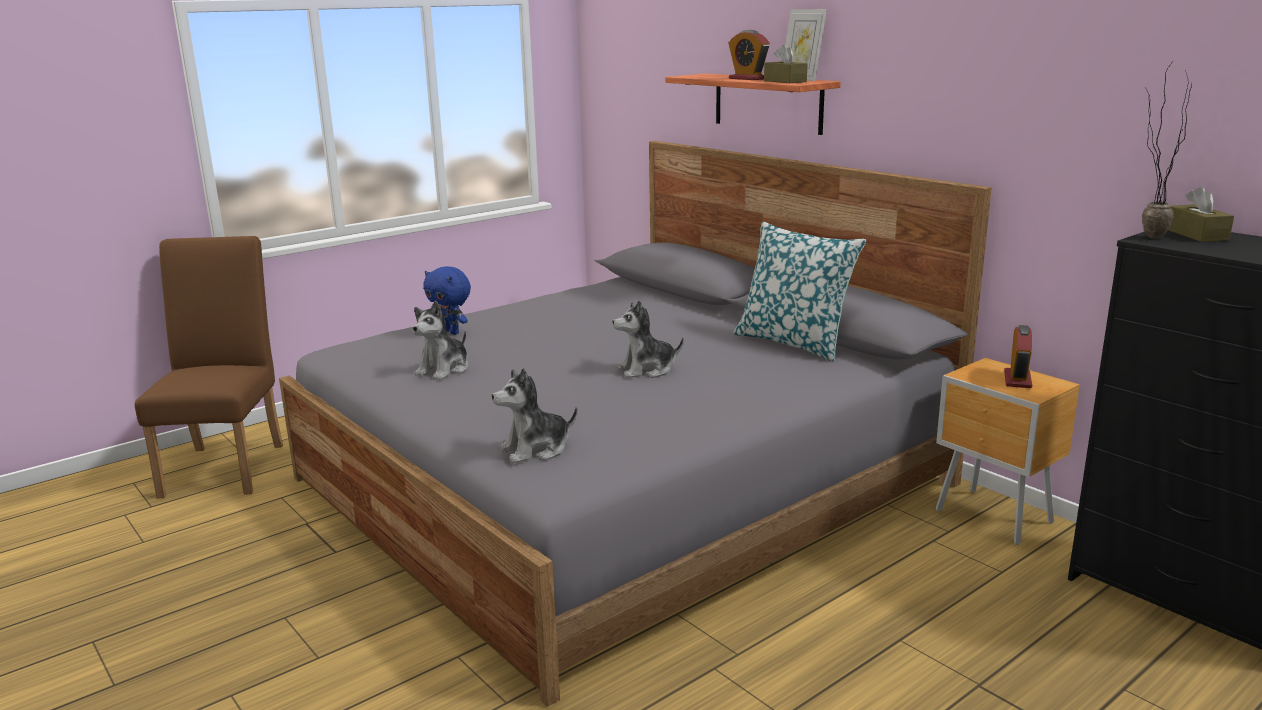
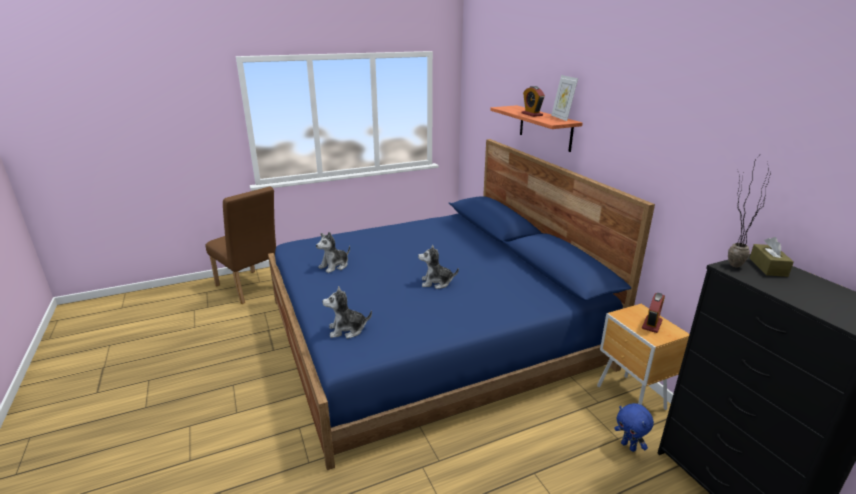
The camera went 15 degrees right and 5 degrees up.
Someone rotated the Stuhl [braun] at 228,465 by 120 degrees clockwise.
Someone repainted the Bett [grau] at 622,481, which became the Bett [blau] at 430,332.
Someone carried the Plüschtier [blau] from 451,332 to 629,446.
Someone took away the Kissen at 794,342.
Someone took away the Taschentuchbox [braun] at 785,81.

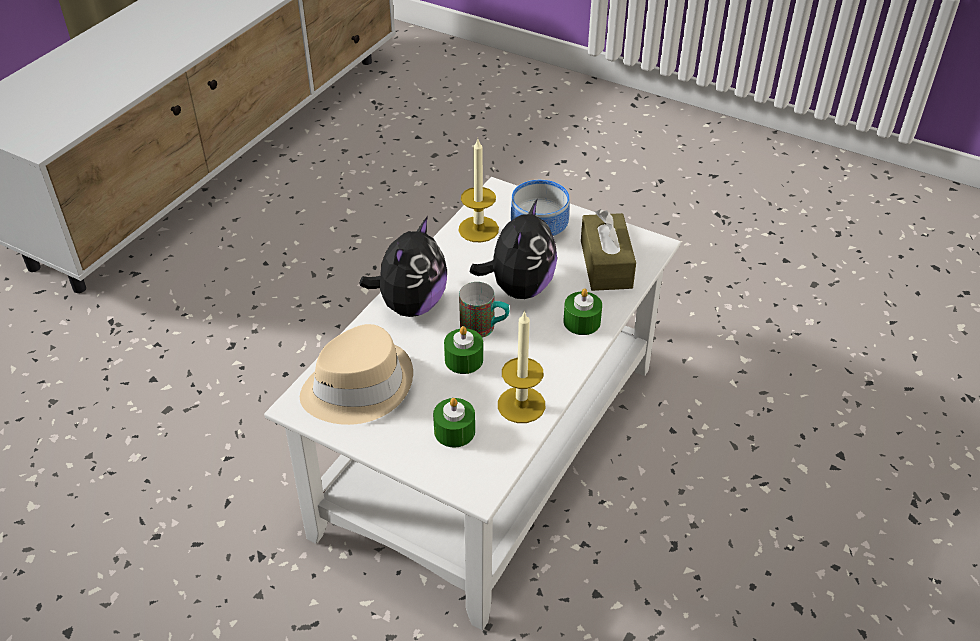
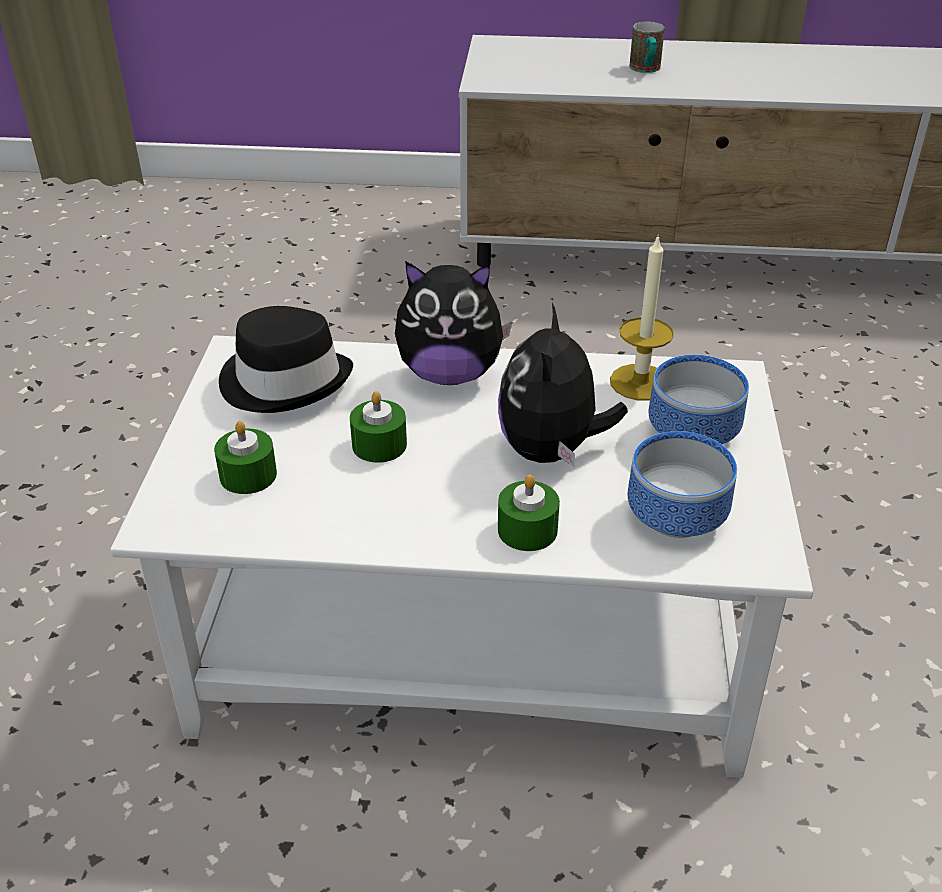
The camera went 65 degrees right and 5 degrees down.
Someone repainted the Hut [beige] at 358,387, which became the Hut [schwarz] at 285,380.
Someone rotated the Plüschtier at 519,288 by 105 degrees clockwise.
Someone swapped the Taschentuchbox [braun] at 606,264 for the Schüssel at 675,520.
Someone carried the Henkelbecher from 484,328 to 646,70.
Someone took away the Kerze at 521,405.

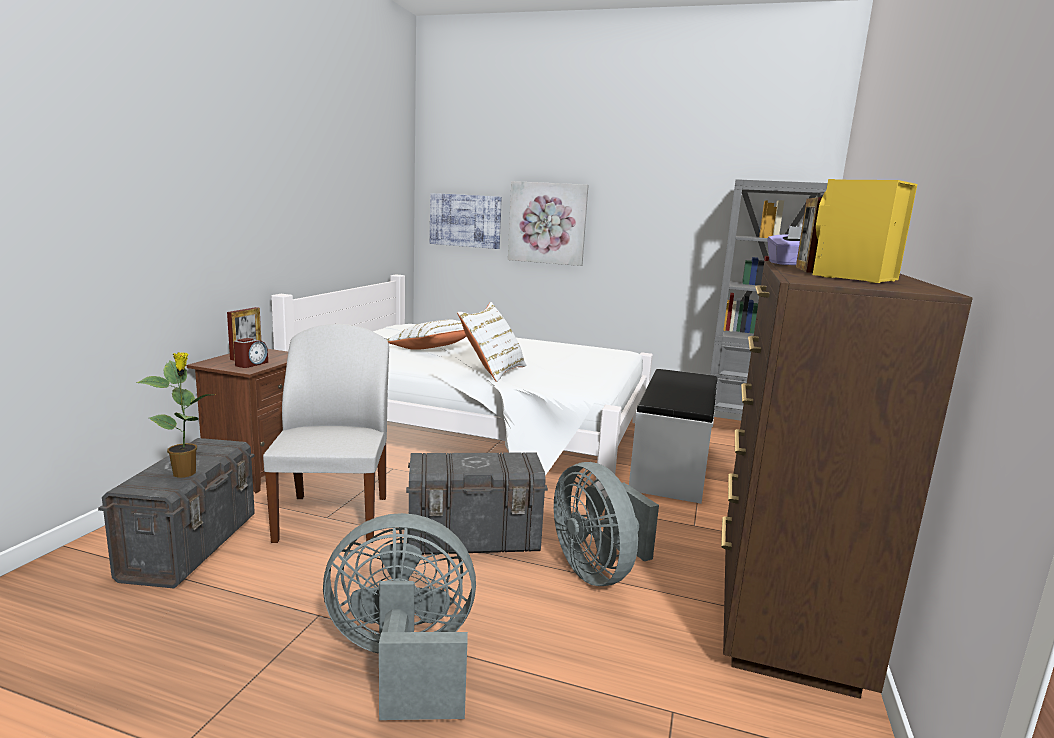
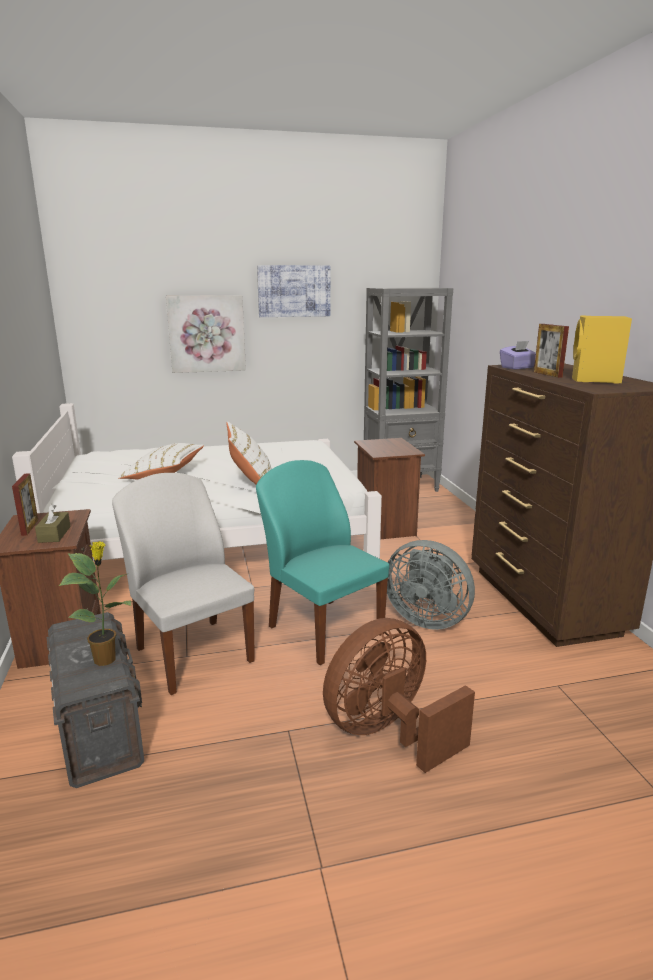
The camera went 30 degrees left and 5 degrees up.
Someone swapped the Wecker at 251,364 for the Taschentuchbox [braun] at 54,534.
Someone swapped the Aufbewahrungsbox [grau] at 474,540 for the Stuhl [türkis] at 323,629.
Someone carried the Bild from 465,220 to 294,291.
Someone repainted the Ventilator [grau] at 403,663, which became the Ventilator [braun] at 388,733.
Someone swapped the Bank [weiß] at 670,467 for the Nachttisch [braun] at 384,527.

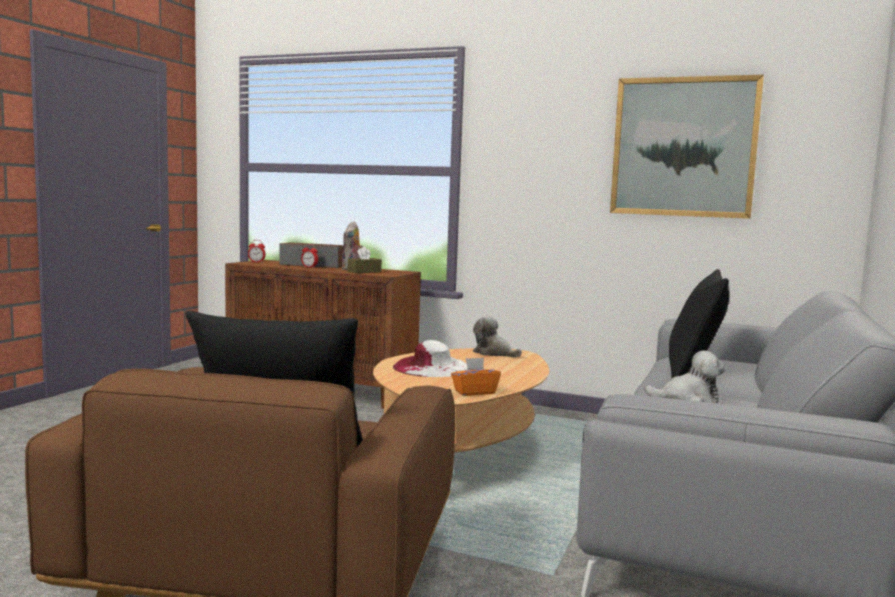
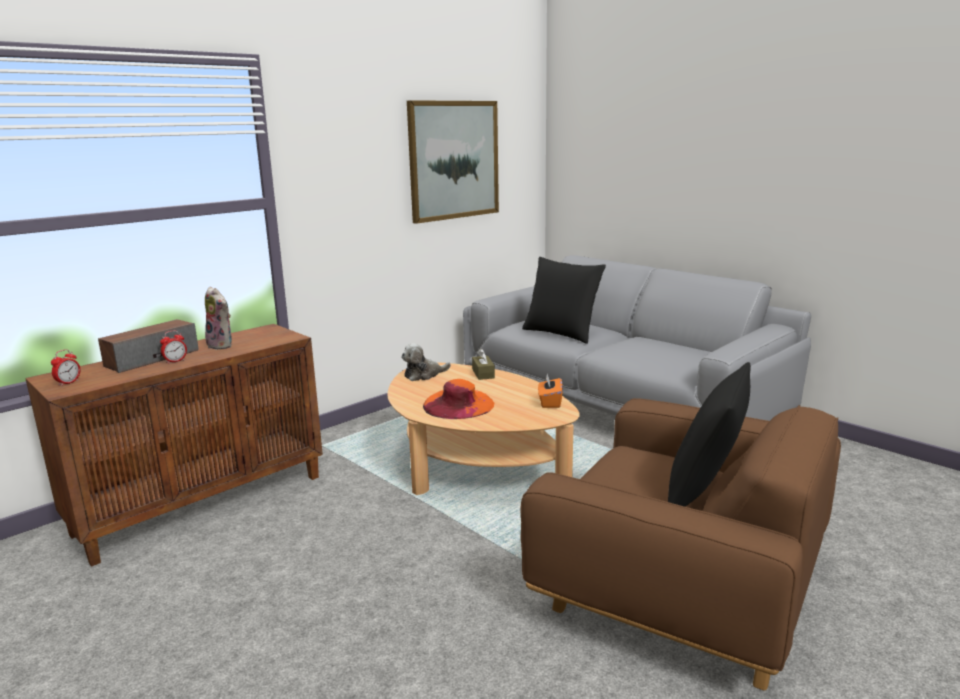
The camera went 65 degrees left and 10 degrees up.
Someone repainted the Hut [weiß] at 431,367, which became the Hut [orange] at 458,404.
Someone carried the Taschentuchbox [braun] from 364,272 to 483,374.
Someone took away the Plüschtier at 688,399.

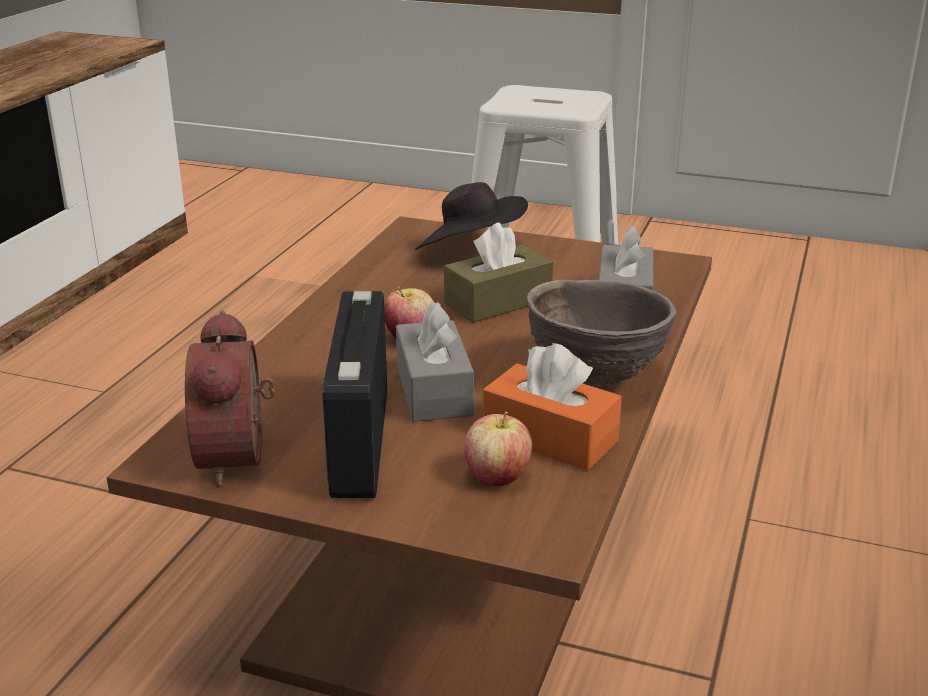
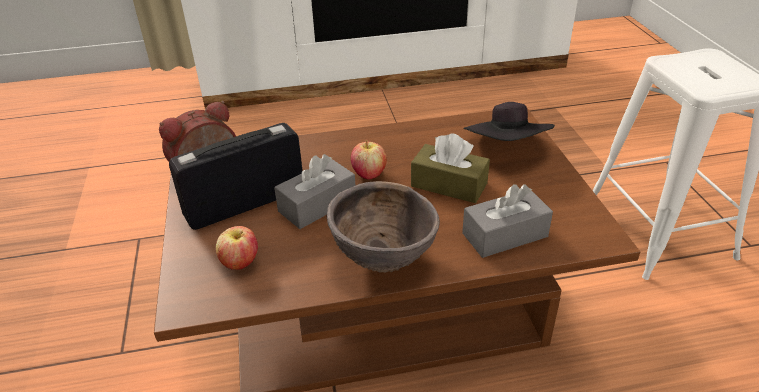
The camera went 60 degrees right and 10 degrees up.
Someone took away the Taschentuchbox [orange] at 550,437.

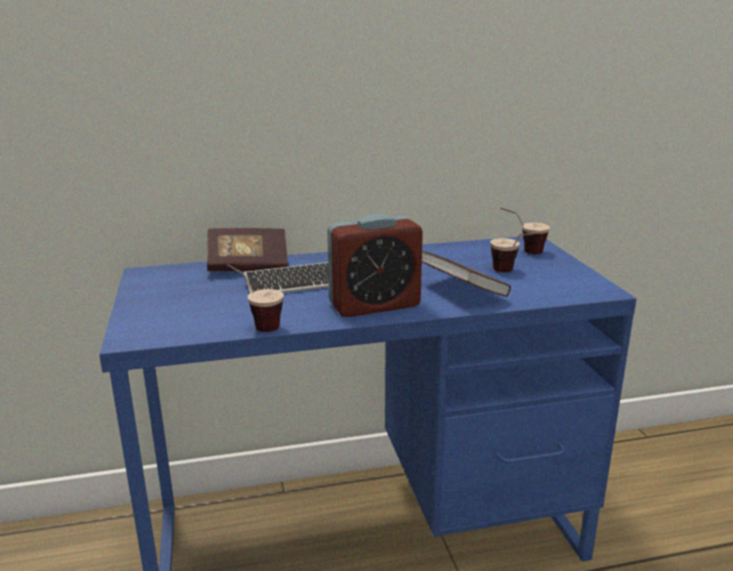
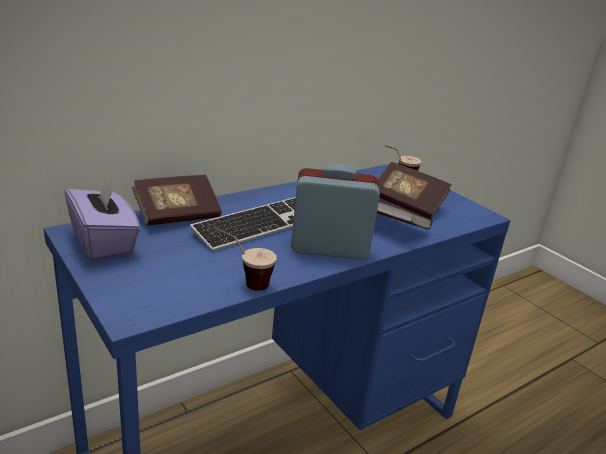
The camera went 25 degrees left and 5 degrees up.
Someone put down the Taschentuchbox [lila] at 104,243.
Someone rotated the Wecker at 374,305 by 135 degrees counterclockwise.
Someone swapped the Tasse at 510,273 for the Buch at 407,204.

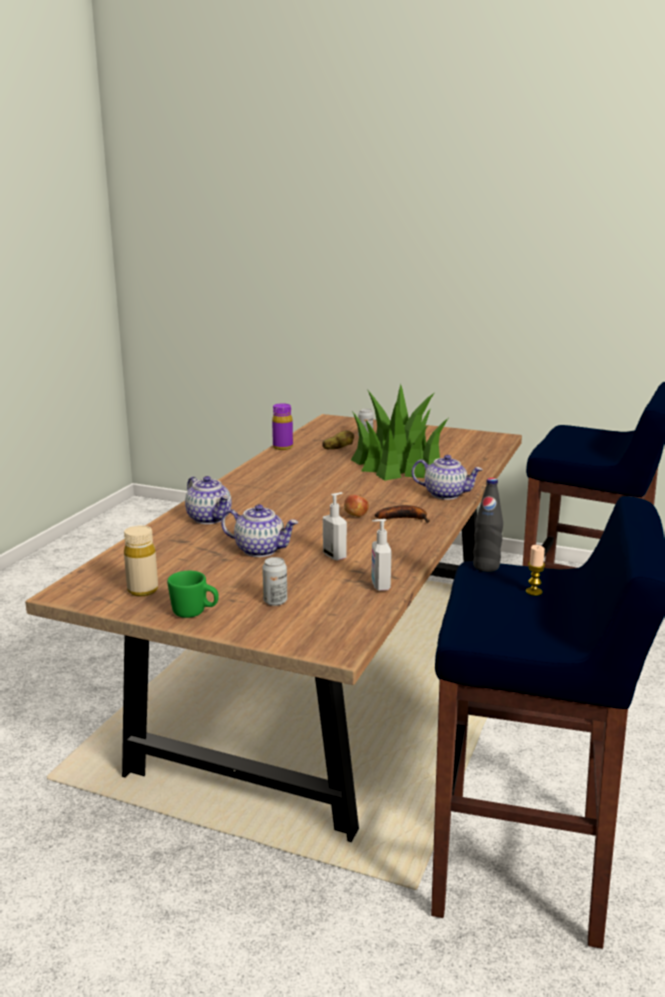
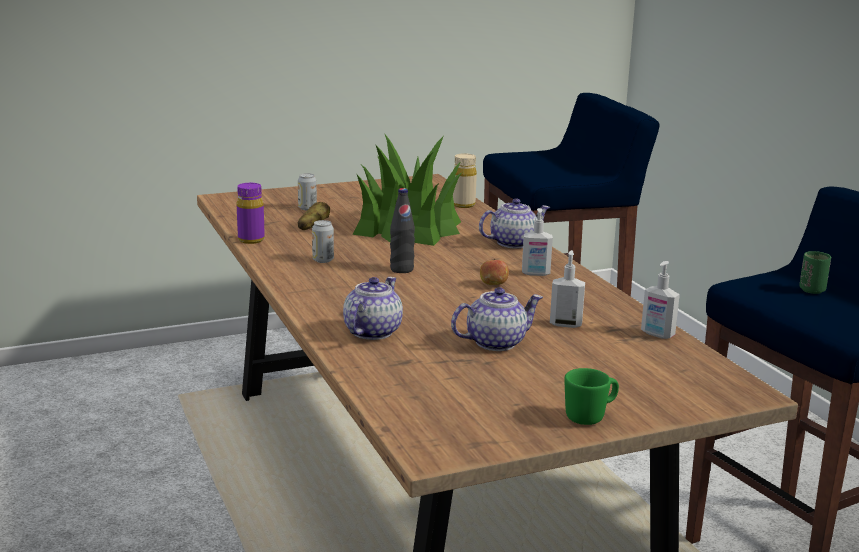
The camera went 45 degrees left and 0 degrees up.
Someone carried the Dose from 275,601 to 323,260.
Someone rotated the Teekanne at 210,518 by 75 degrees counterclockwise.
Someone carried the Flasche [schwarz] from 486,567 to 402,269.
Someone carried the Flasche [beige] from 143,590 to 463,205.
Someone swapped the Banane at 405,518 for the Seifenspender at 535,274.
Someone swapped the Kerze at 534,592 for the Tasse [grün] at 812,290.

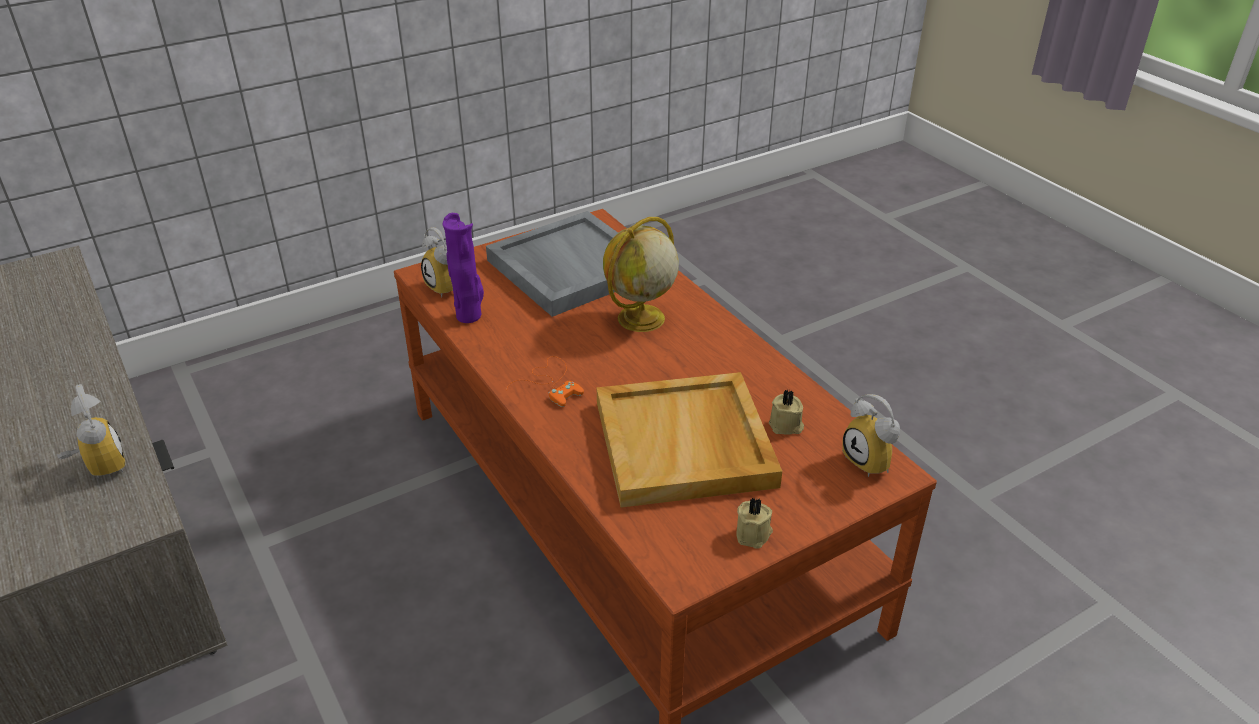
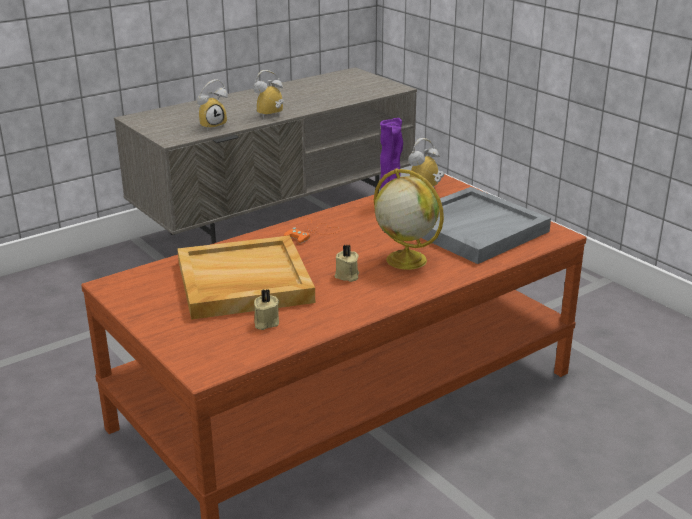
The camera went 85 degrees right and 10 degrees down.
Someone carried the Wecker from 872,461 to 271,116.
Someone carried the Kerze [beige] from 754,534 to 347,276.

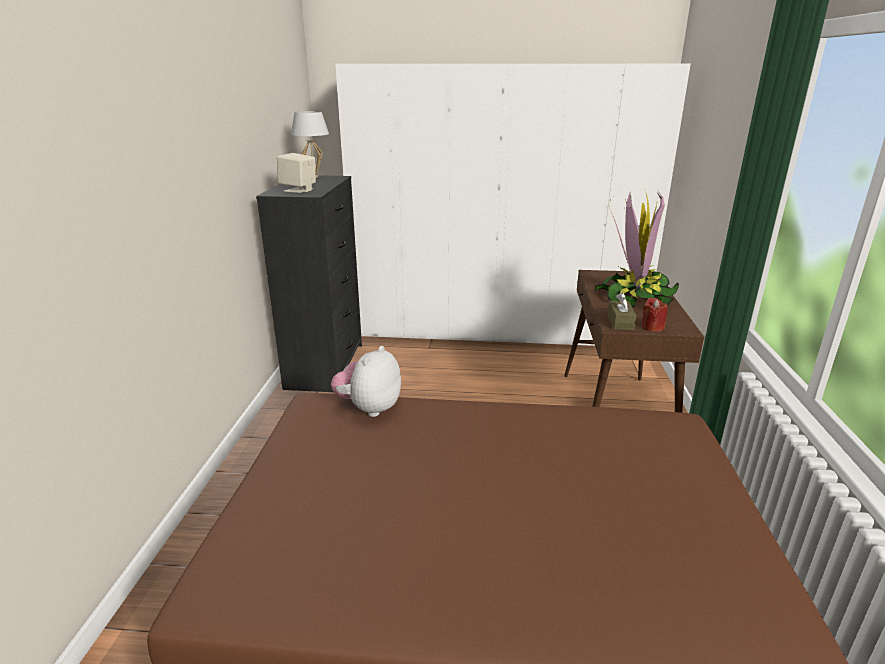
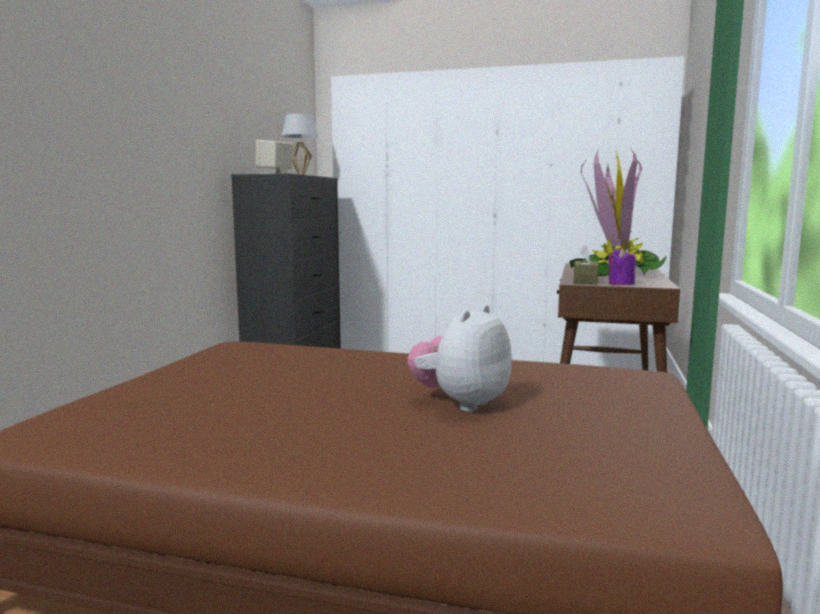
The camera went 10 degrees right and 15 degrees down.
Someone carried the Plüschtier from 369,408 to 461,403.
Someone repainted the Kerze [rot] at 652,327, which became the Kerze [lila] at 621,283.

